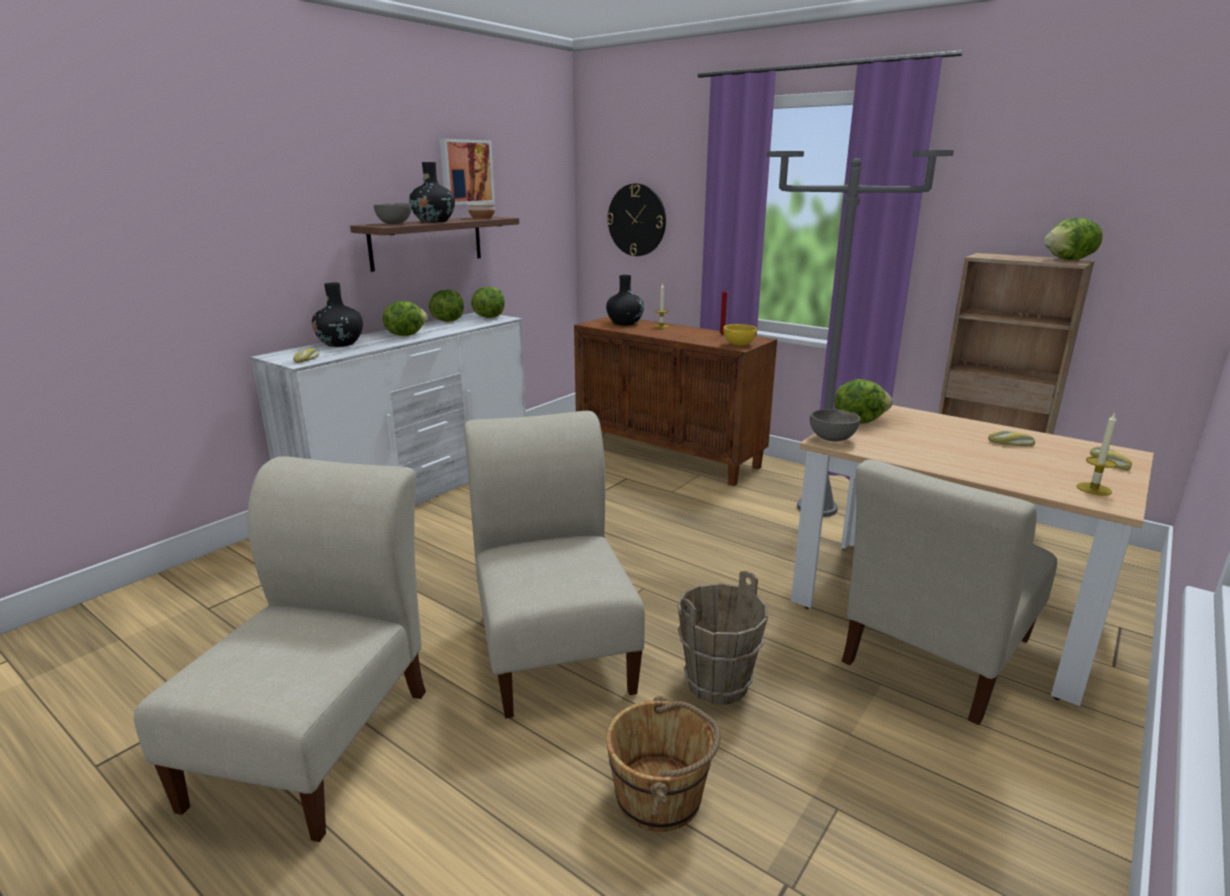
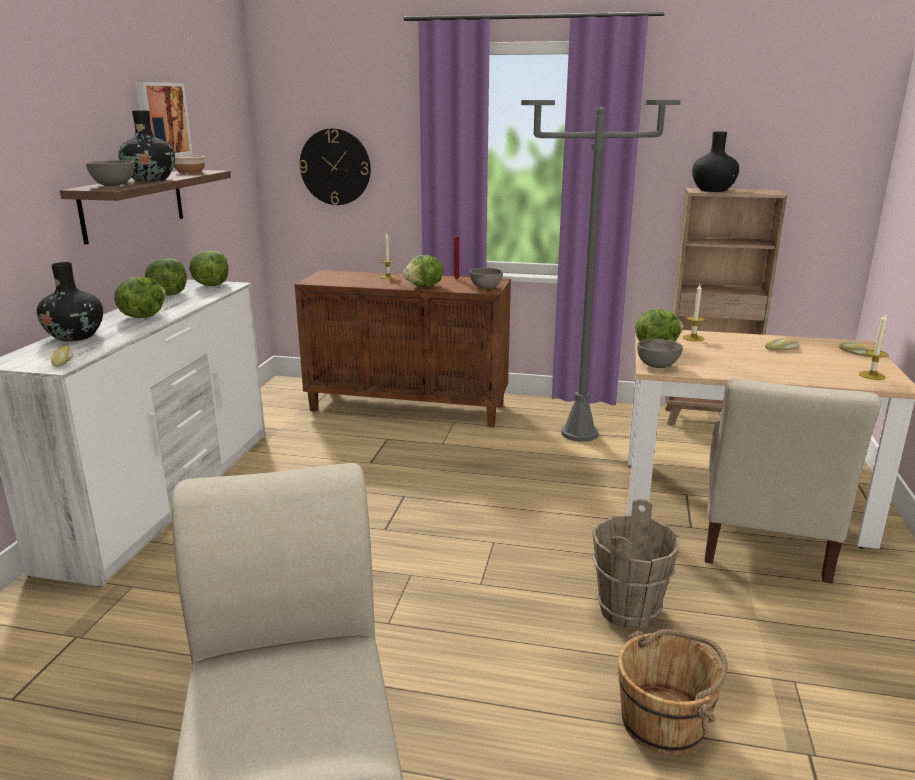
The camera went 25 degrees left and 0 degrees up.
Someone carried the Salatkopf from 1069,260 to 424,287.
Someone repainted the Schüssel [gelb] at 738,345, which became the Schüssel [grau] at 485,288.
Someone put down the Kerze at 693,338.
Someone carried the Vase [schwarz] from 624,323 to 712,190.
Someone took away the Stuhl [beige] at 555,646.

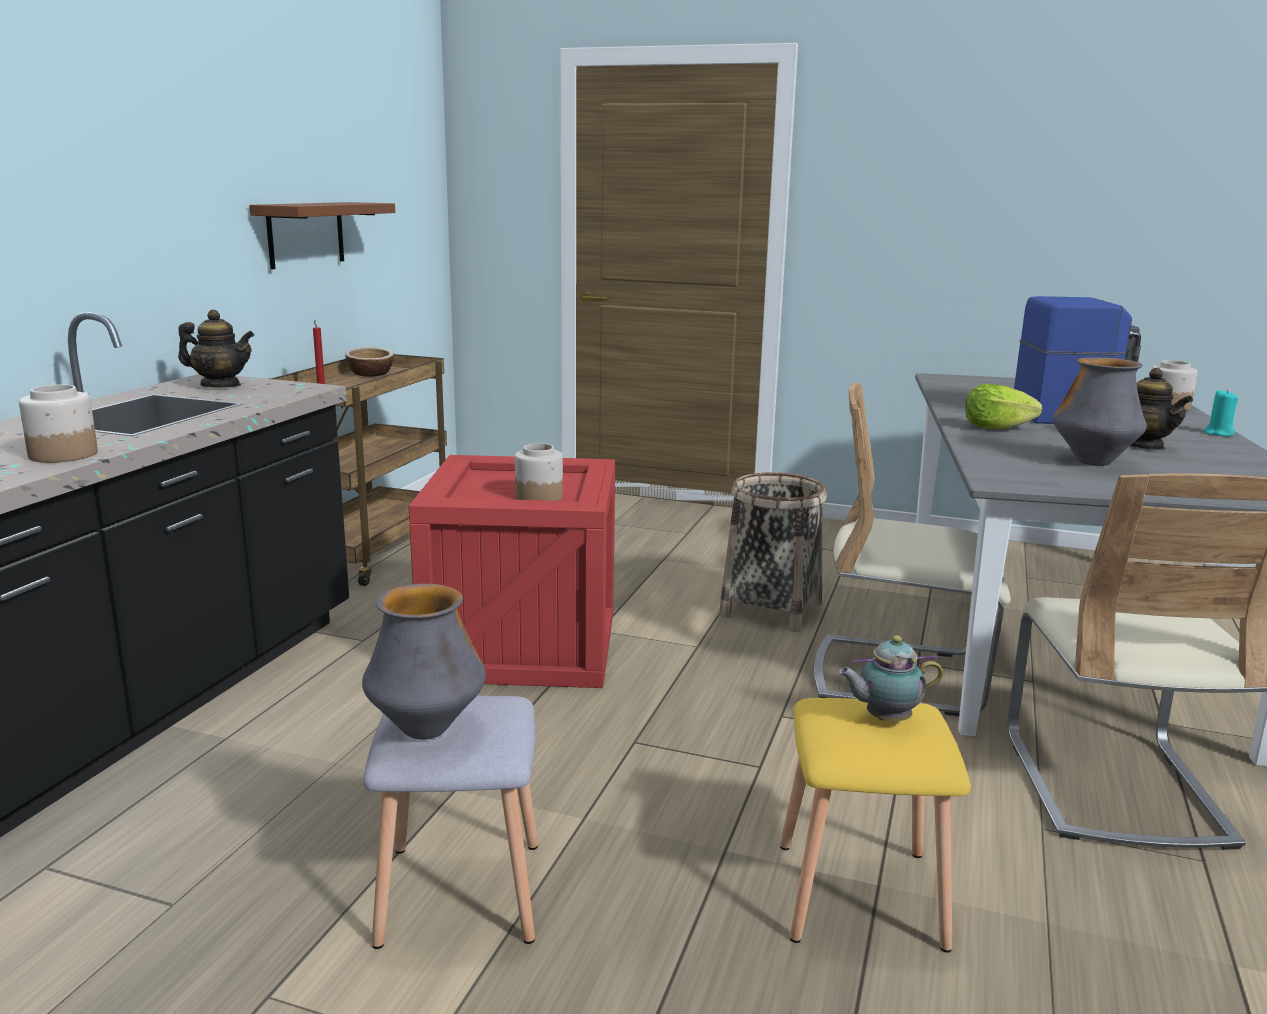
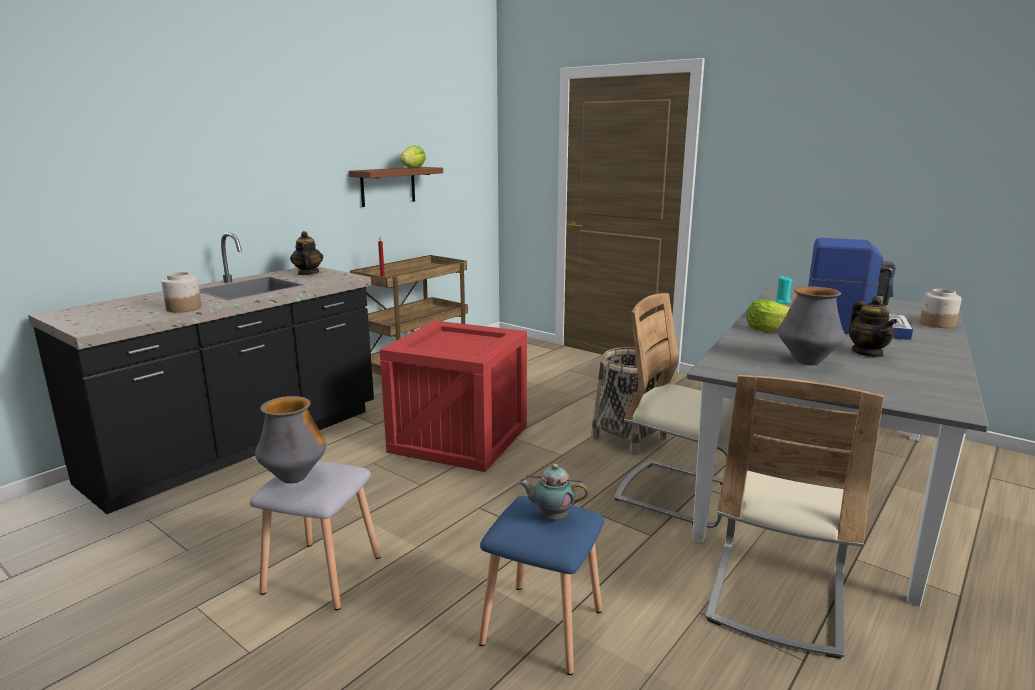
The camera went 20 degrees right and 0 degrees up.
Someone rotated the Teekanne at 220,385 by 135 degrees counterclockwise.
Someone put down the Salatkopf at 413,168.
Someone repainted the Hocker [gelb] at 862,893, which became the Hocker [blau] at 544,626.
Someone carried the Kerze [türkis] from 1218,433 to 782,302.
Someone took away the Schüssel at 370,374.
Someone took away the Vorratsglas at 539,496.

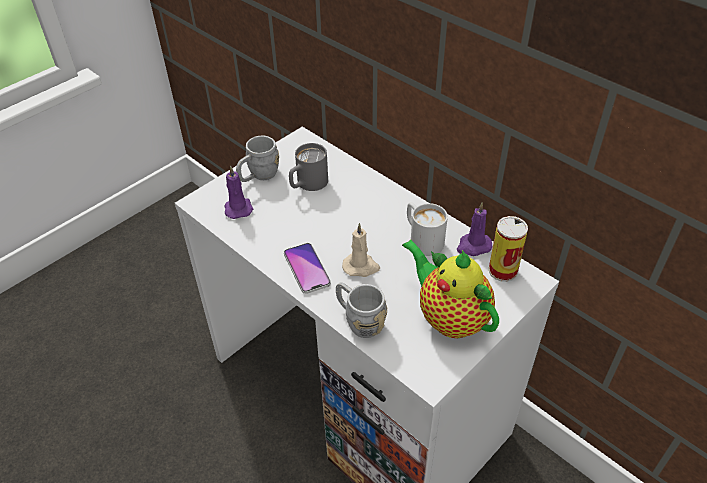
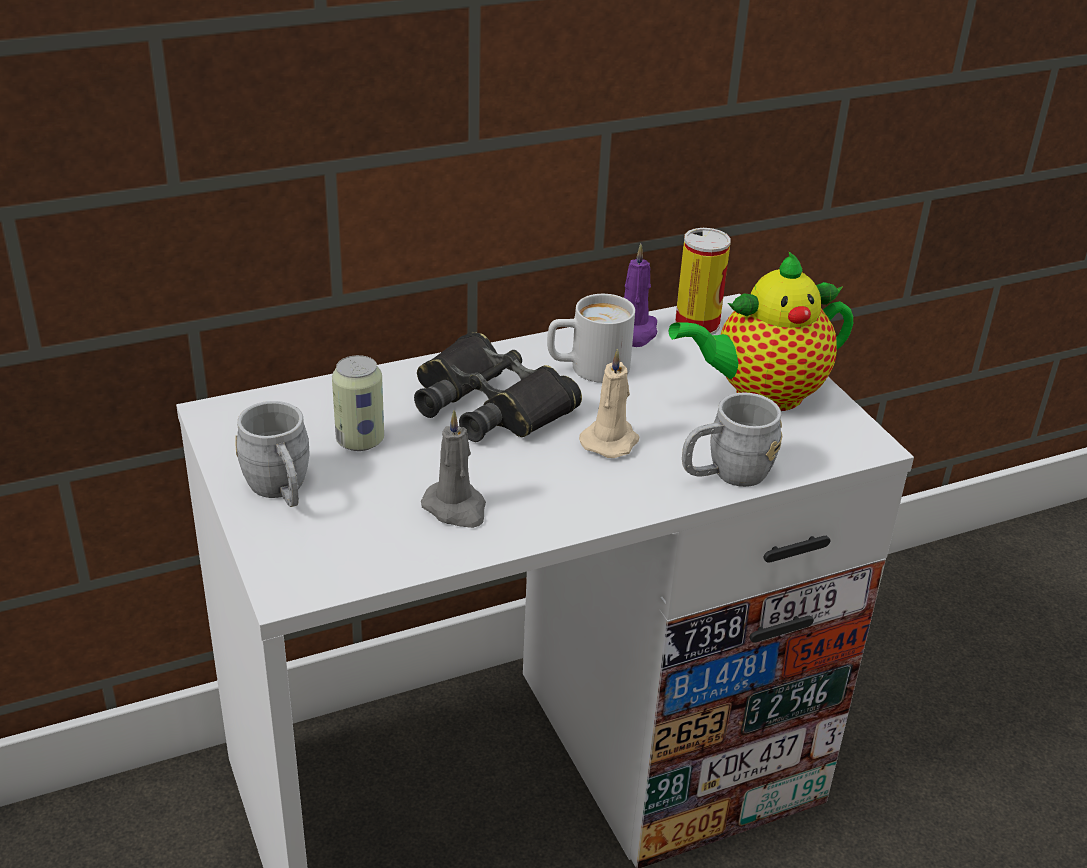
The camera went 70 degrees left and 10 degrees down.
Someone swapped the Henkelbecher [grau] at 307,184 for the Dose at 360,441.
Someone put down the Fernglas [schwarz] at 490,404.
Someone put down the Kerze [grau] at 456,508.
Someone took away the Kerze [lila] at 238,208.
Someone took away the Handy at 306,269.

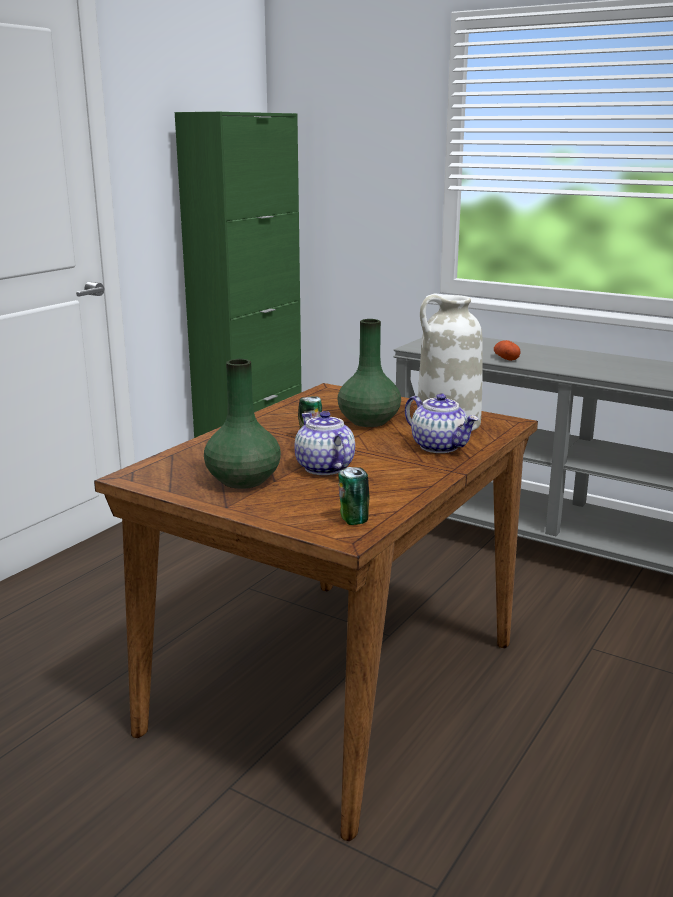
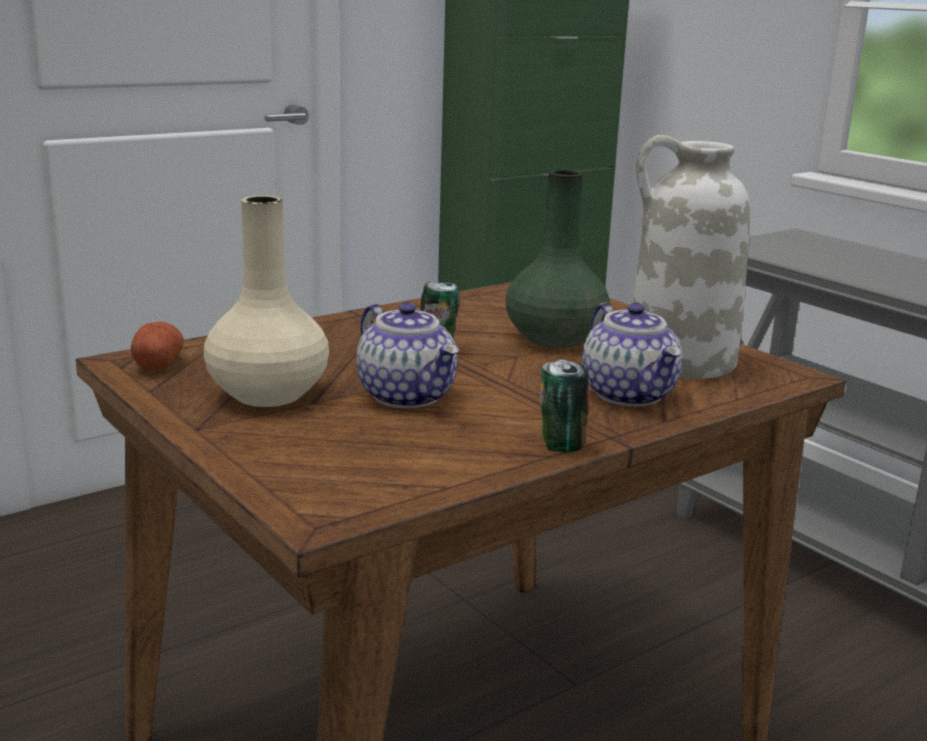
The camera went 20 degrees right and 0 degrees up.
Someone carried the Kartoffel from 506,359 to 158,364.
Someone repainted the Vase [grün] at 242,480, which became the Vase [beige] at 268,394.
Someone rotated the Teekanne at 323,468 by 150 degrees clockwise.
Someone carried the Dose from 353,520 to 560,445.

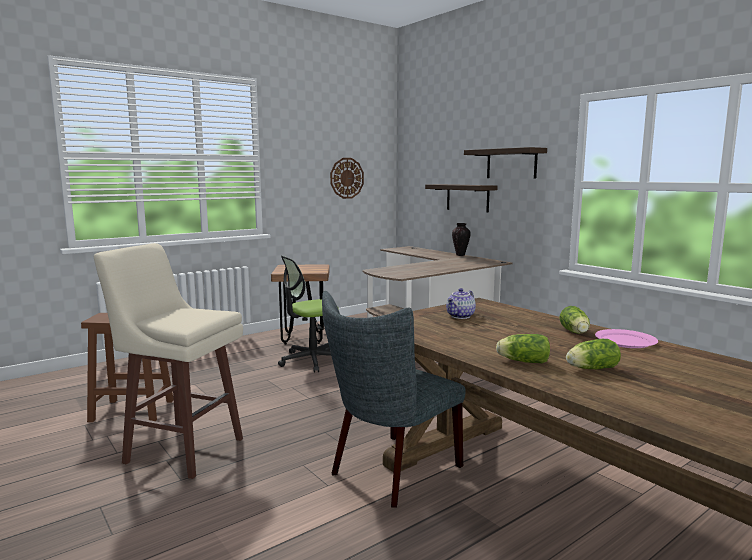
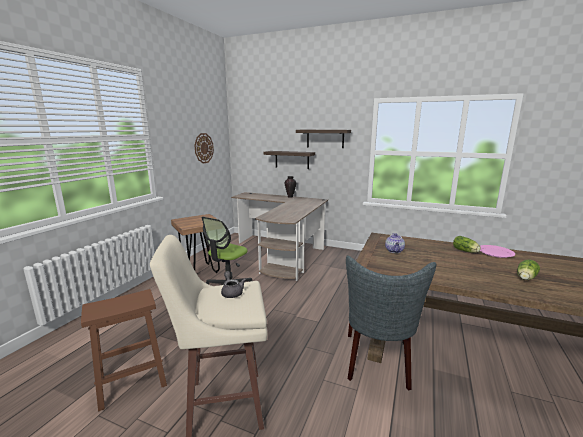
The camera went 30 degrees left and 5 degrees up.
Someone put down the Teekanne [grau] at 232,292.
Someone took away the Salatkopf at 521,361.

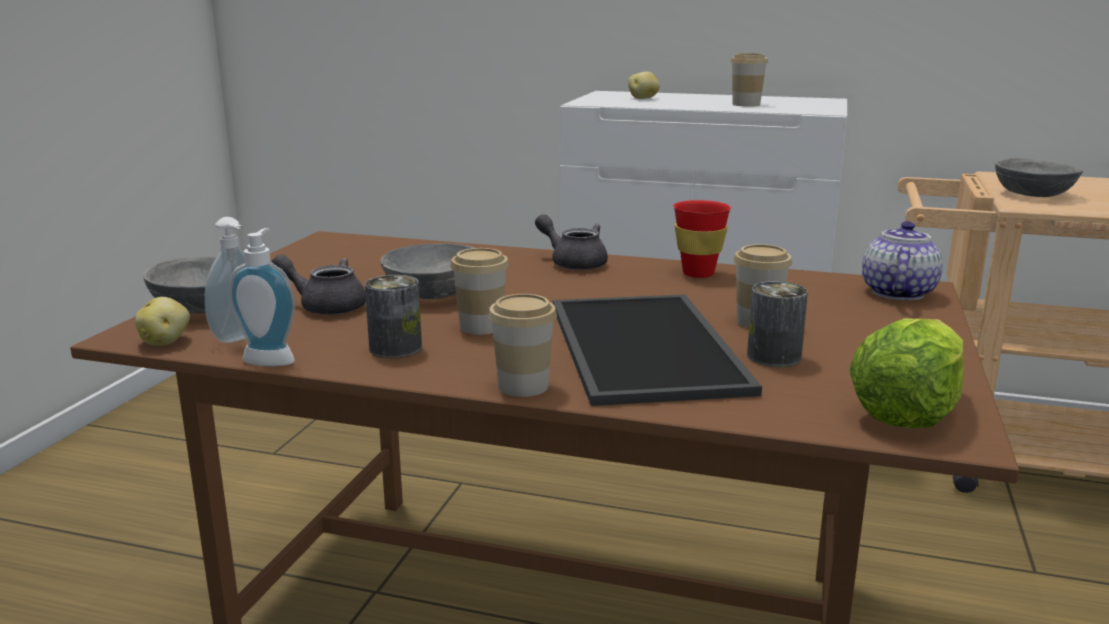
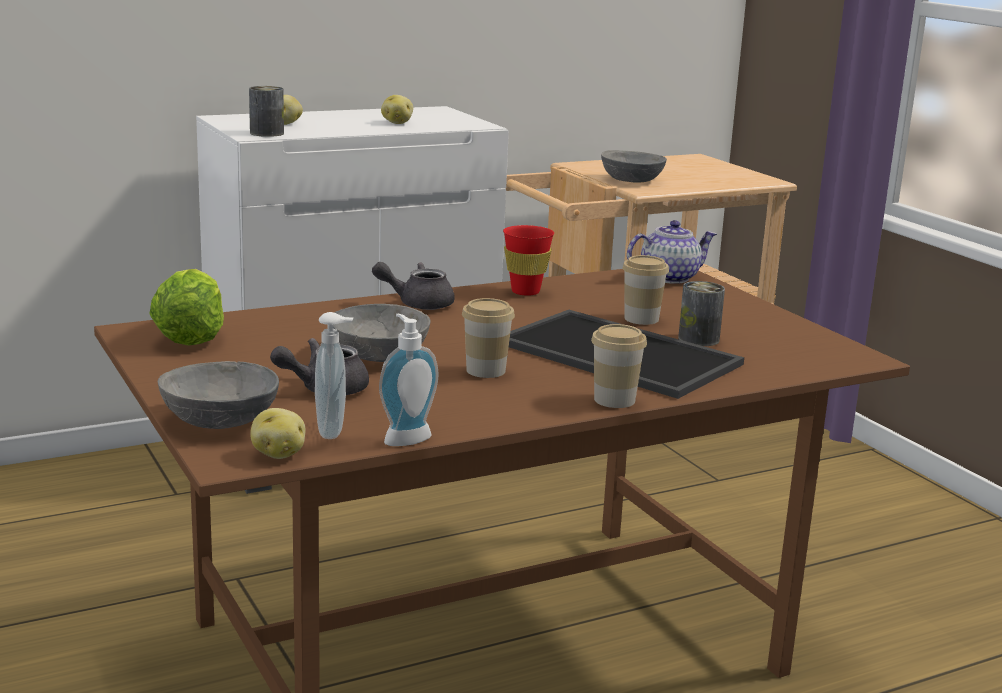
The camera went 45 degrees left and 0 degrees up.
Someone carried the Salatkopf from 906,413 to 190,337.
Someone carried the Dose from 395,348 to 267,133.
Someone swapped the Tasse at 746,104 for the Kartoffel at 397,123.
Someone rotated the Teekanne at 896,292 by 90 degrees clockwise.

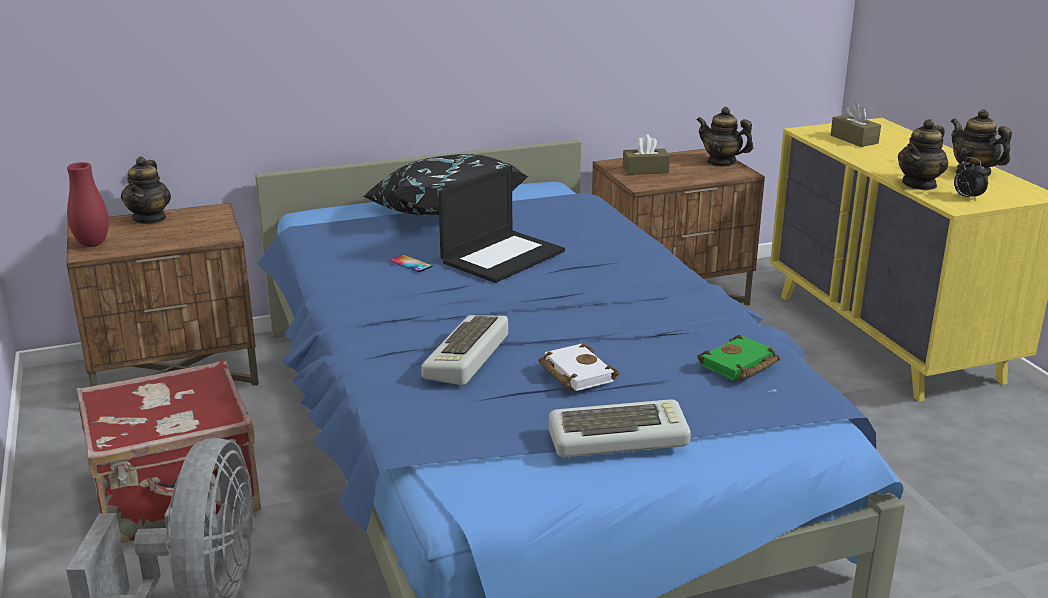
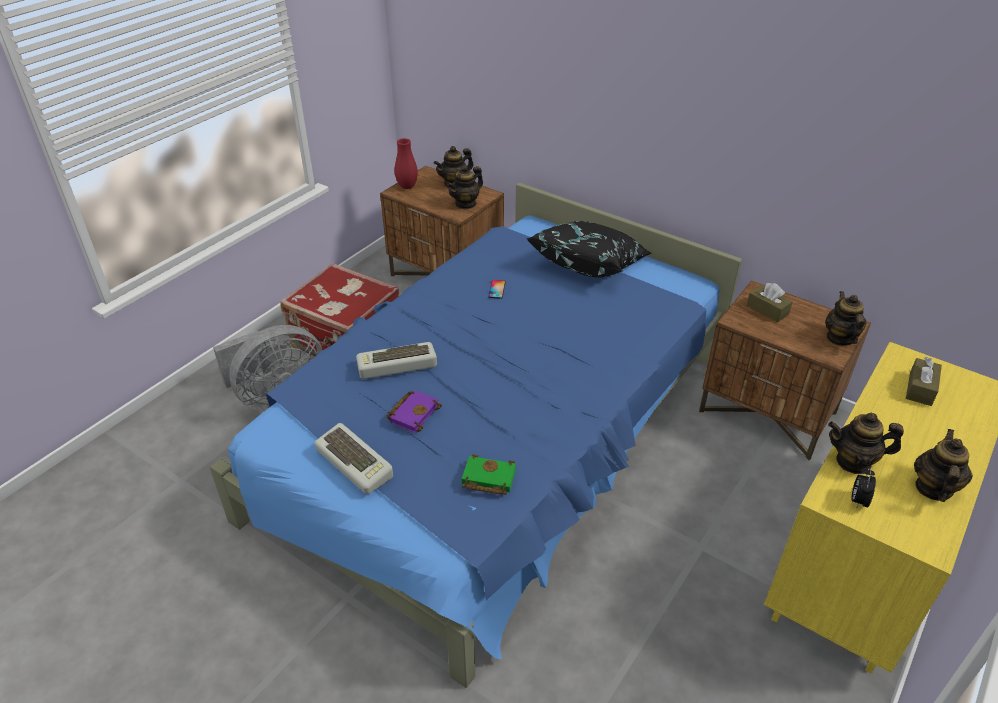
The camera went 55 degrees right and 15 degrees up.
Someone repainted the Buch [weiß] at 574,373, which became the Buch [lila] at 413,413.
Someone put down the Teekanne at 466,204.
Someone took away the Laptop at 502,256.

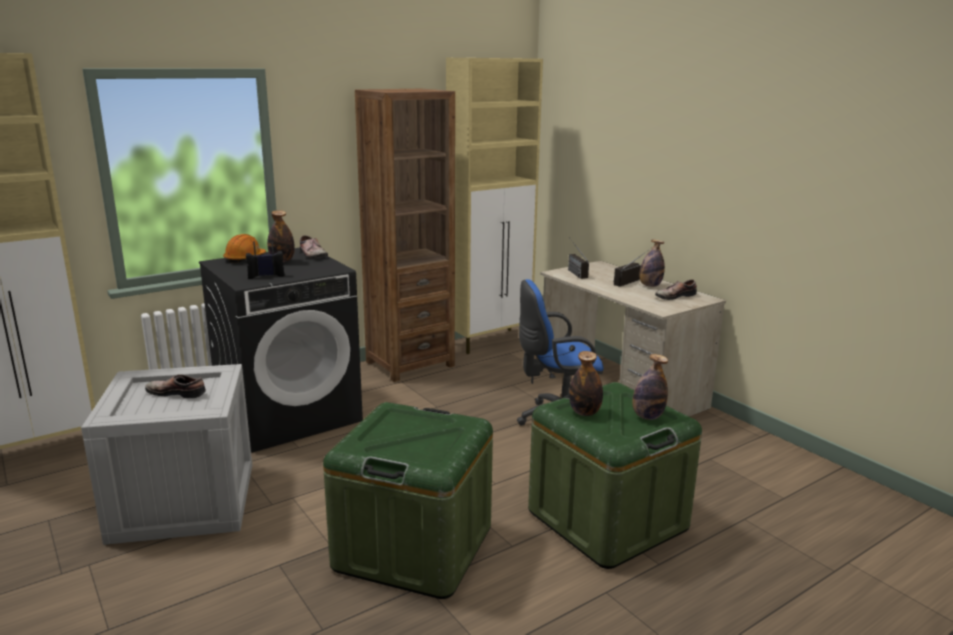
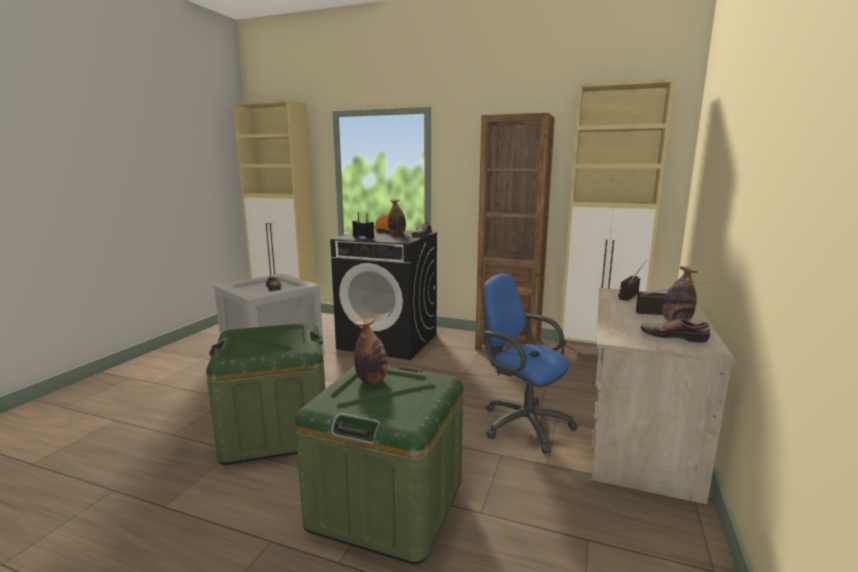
The camera went 55 degrees right and 5 degrees down.
Someone took away the Flasche at 647,416.

